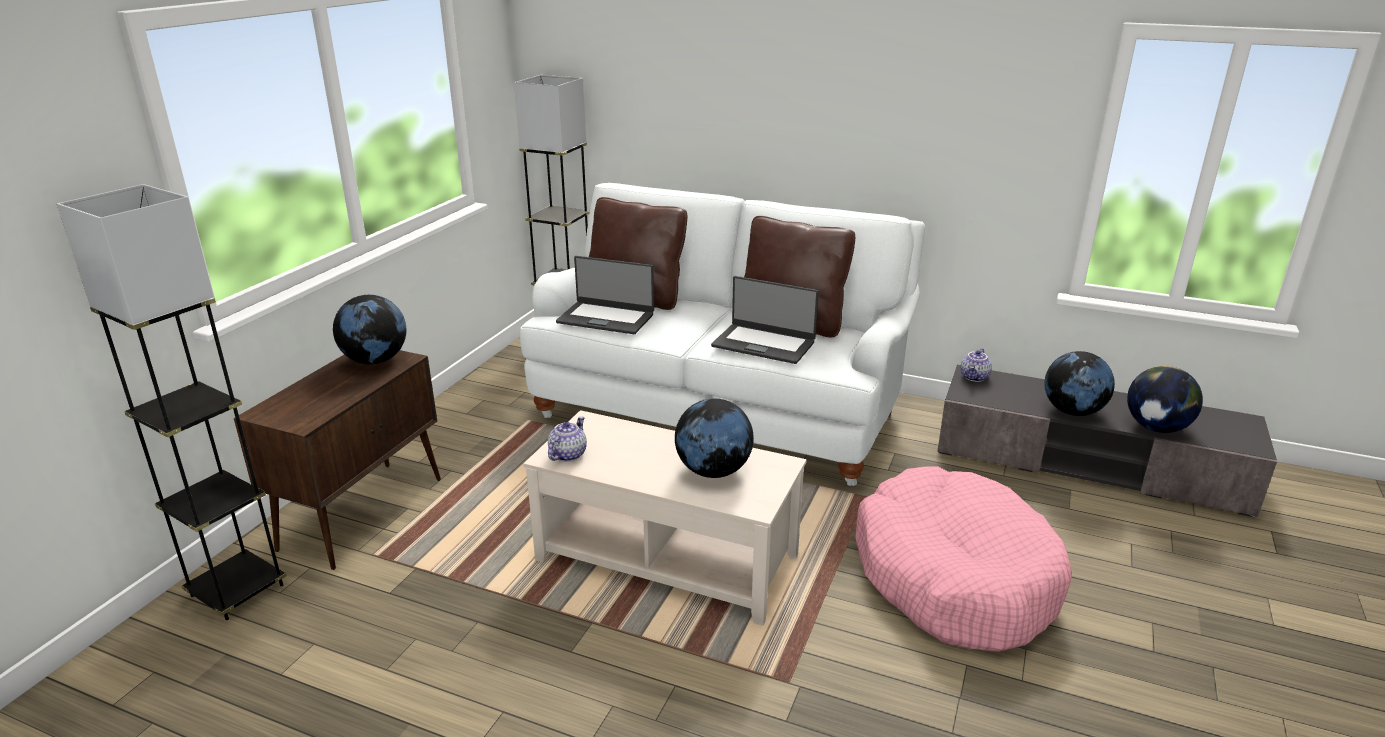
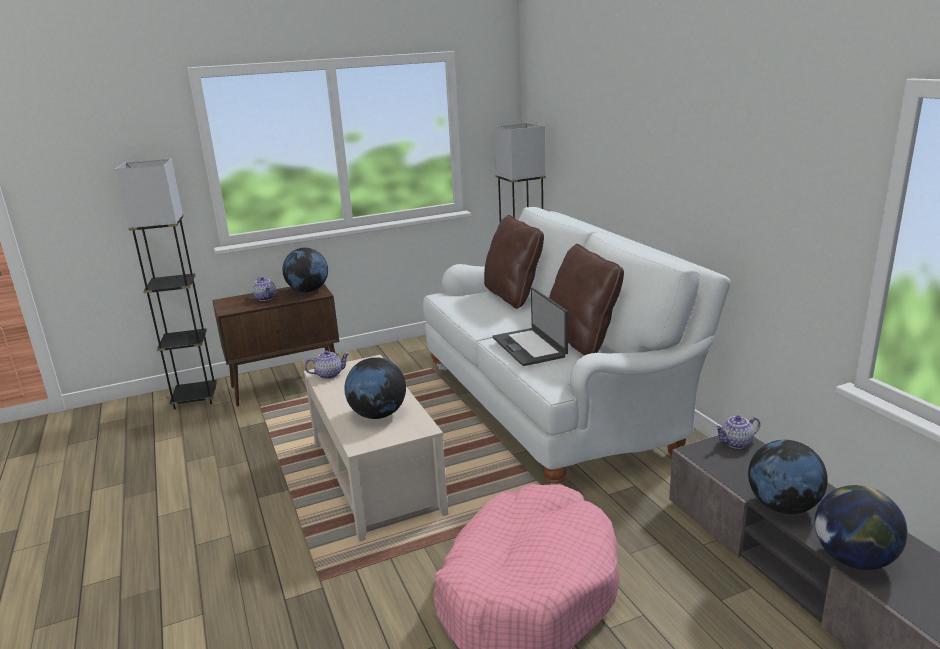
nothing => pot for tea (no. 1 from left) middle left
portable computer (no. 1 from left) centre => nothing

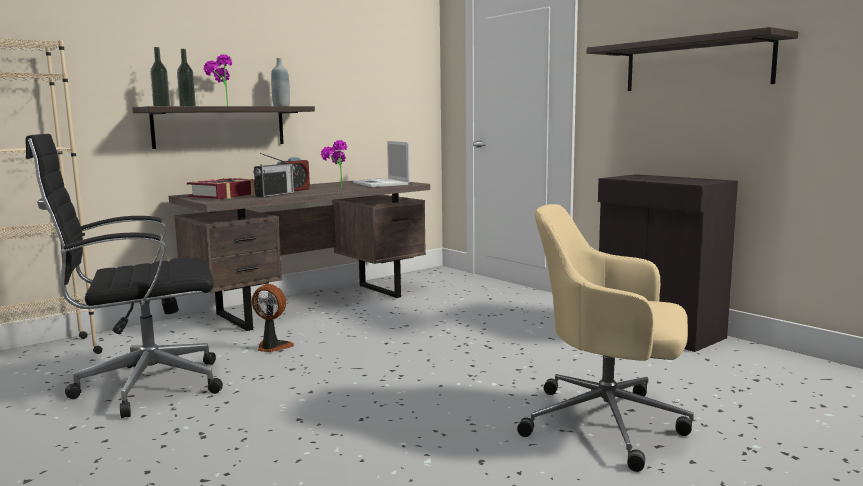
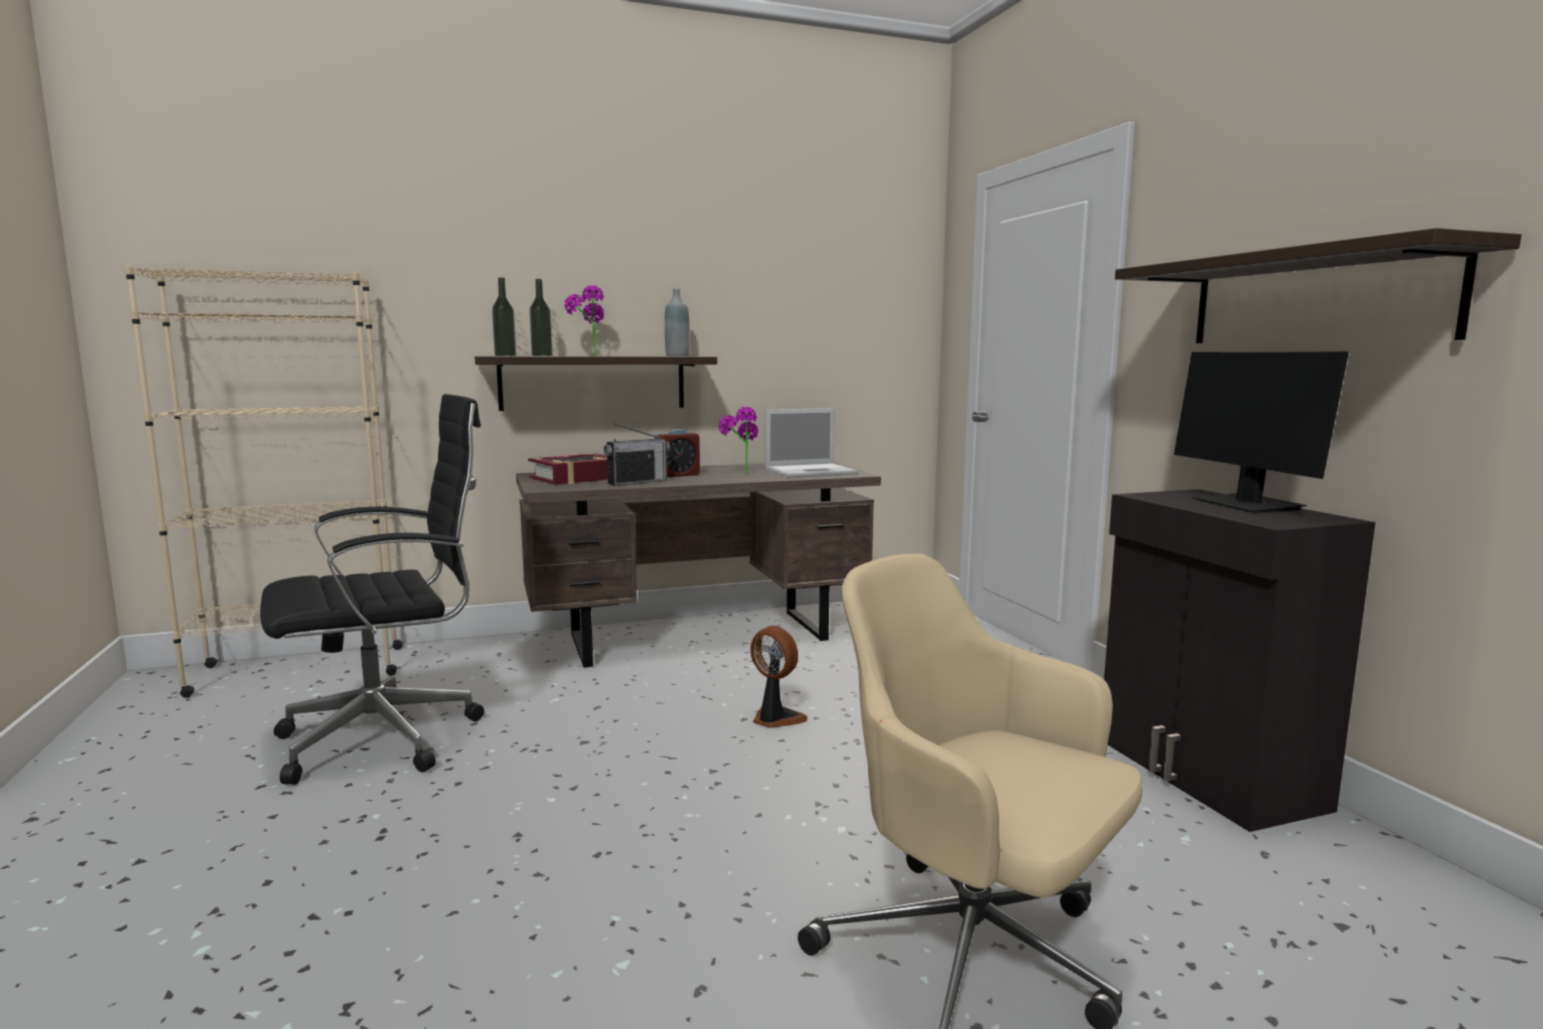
black-coloured computer chair middle left, 150 degrees clockwise
electric fan middle left => electric fan centre, relocated
portable computer centre, 105 degrees counterclockwise
nothing => computer screen middle right

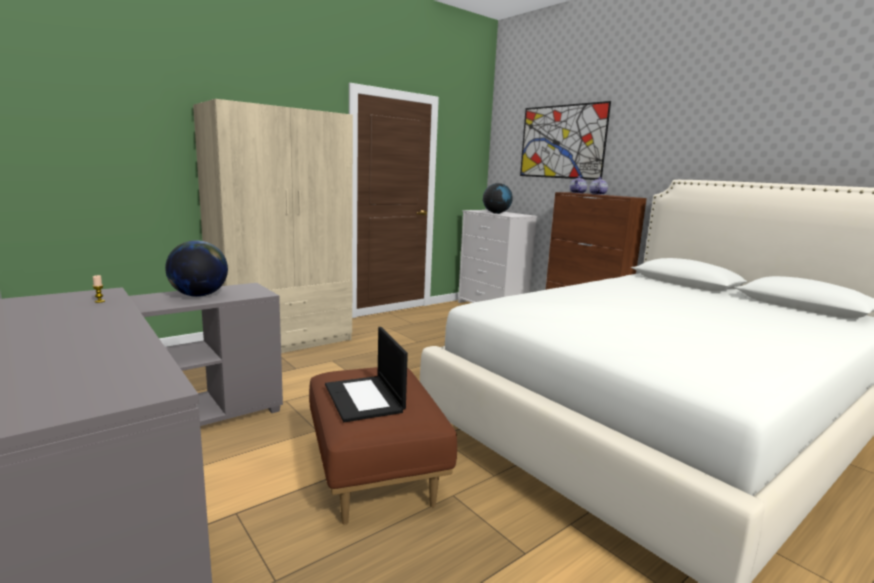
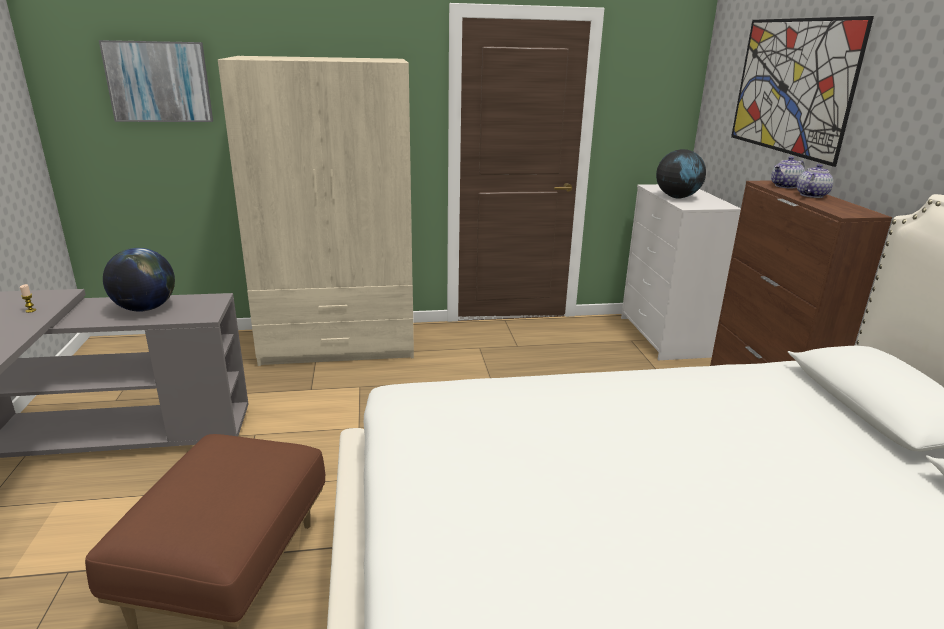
nothing => wall picture (no. 1 from left) top left
portable computer centre => nothing

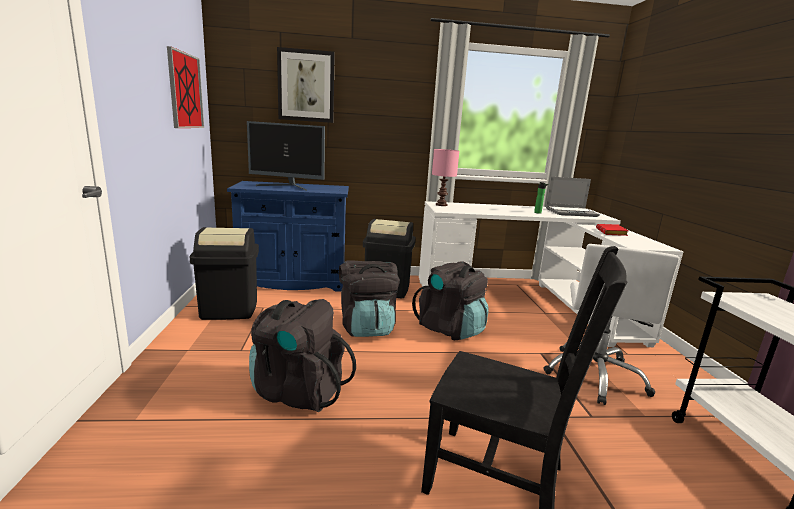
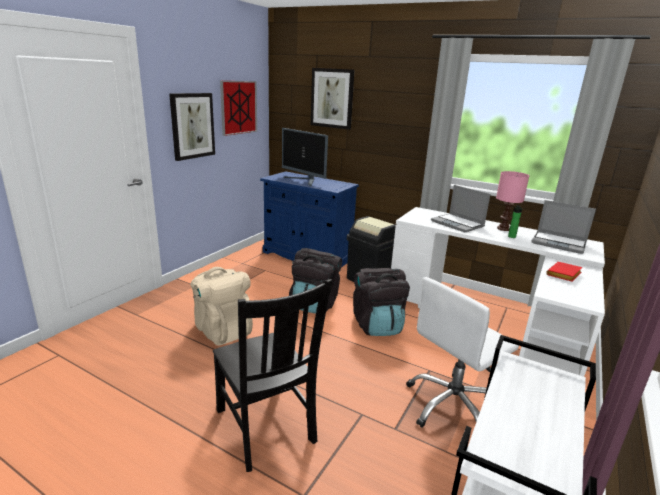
nothing => wall picture (no. 1 from left) top left
black-coloured rucksack (no. 1 from left) bottom centre => beige-coloured rucksack centre
nothing => portable computer (no. 1 from left) middle right
pink-coloured lamp for a table centre => pink-coloured lamp for a table middle right, relocated
black-coloured trash can (no. 1 from left) middle left => nothing

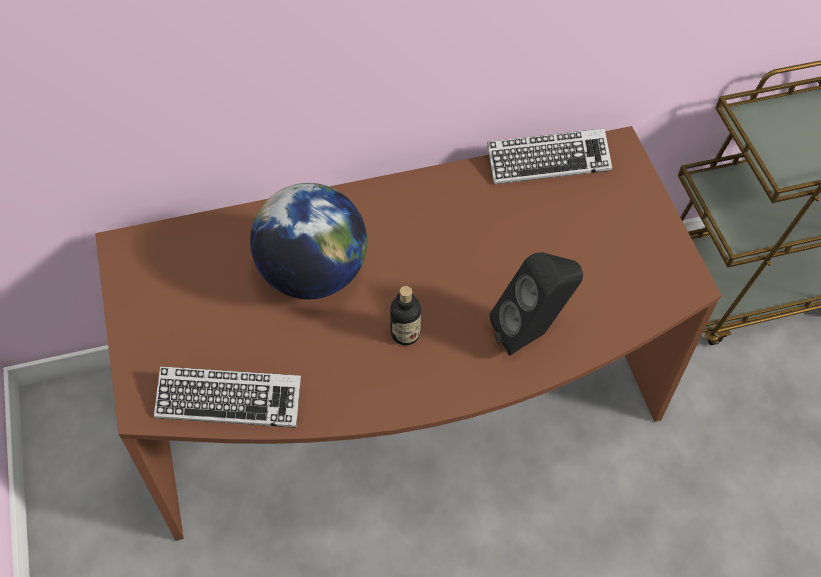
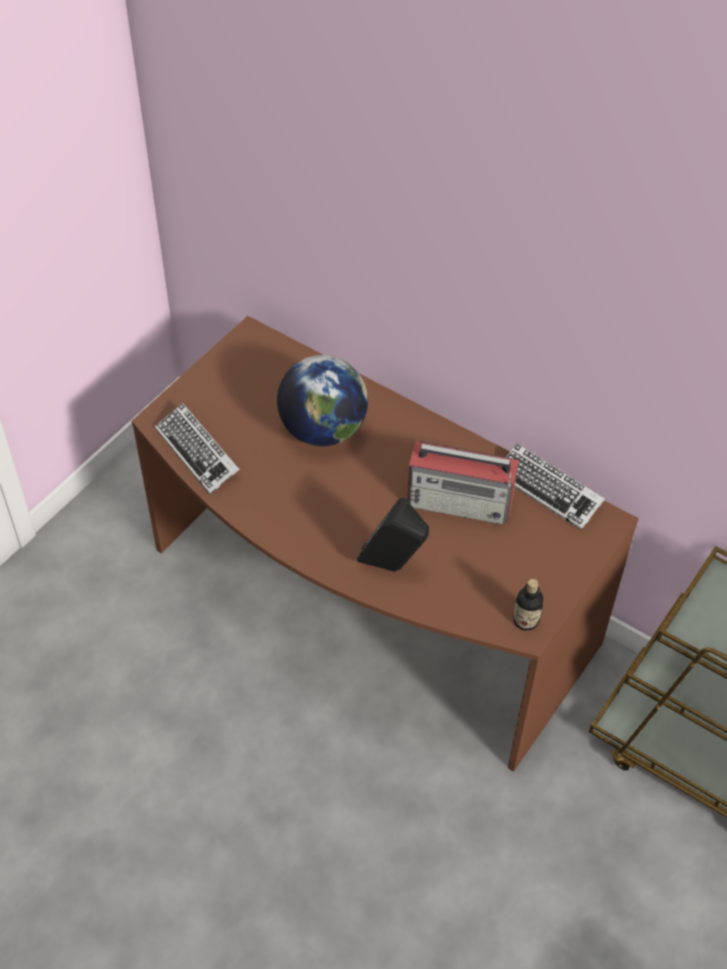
nothing => radio set centre
beverage bottle centre => beverage bottle middle right, relocated

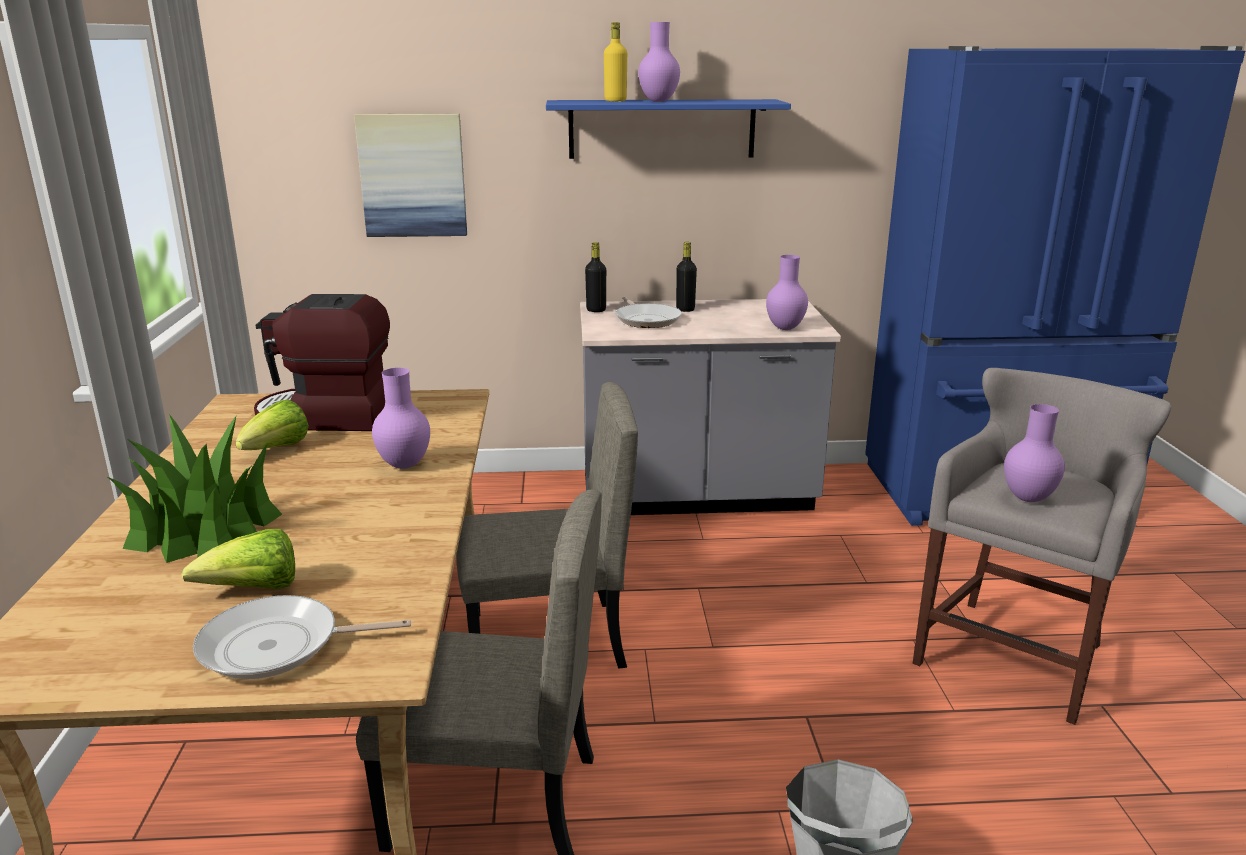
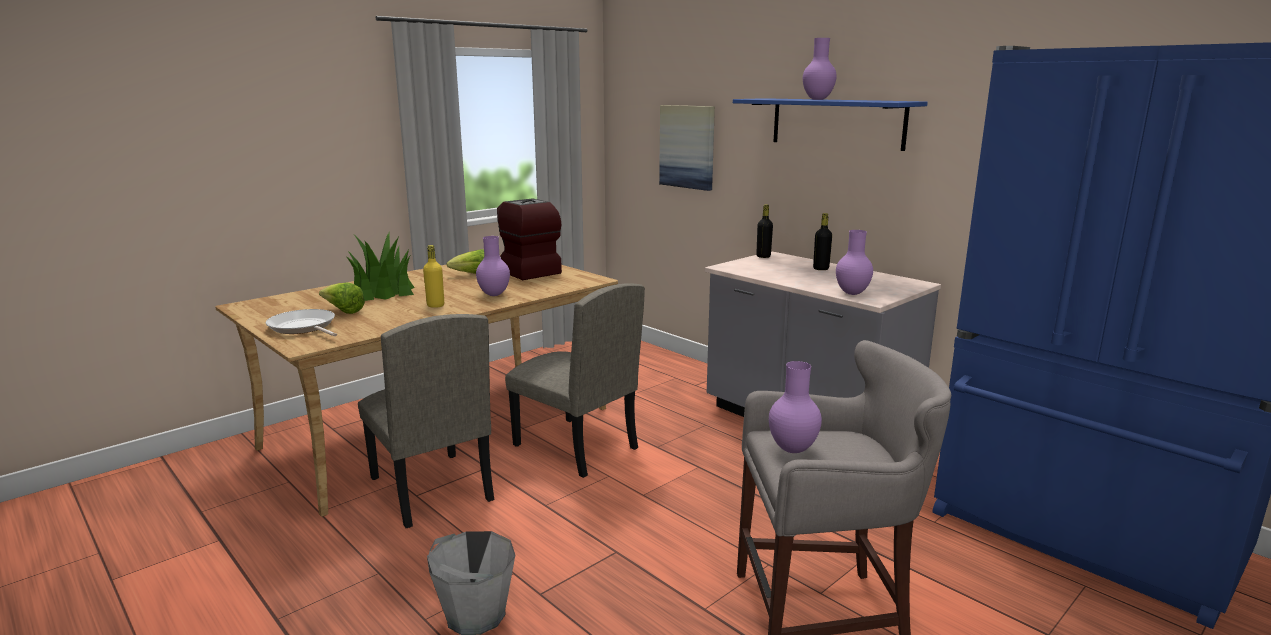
yellow beverage bottle top centre => yellow beverage bottle centre, relocated
frying pan (no. 2 from left) centre => nothing

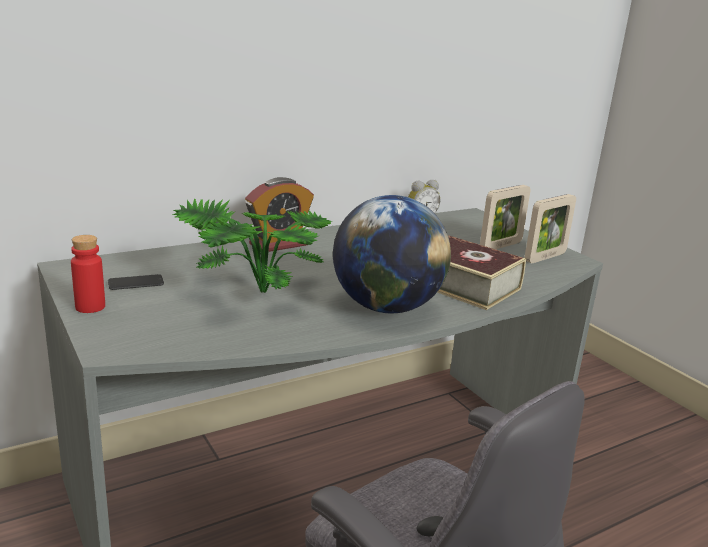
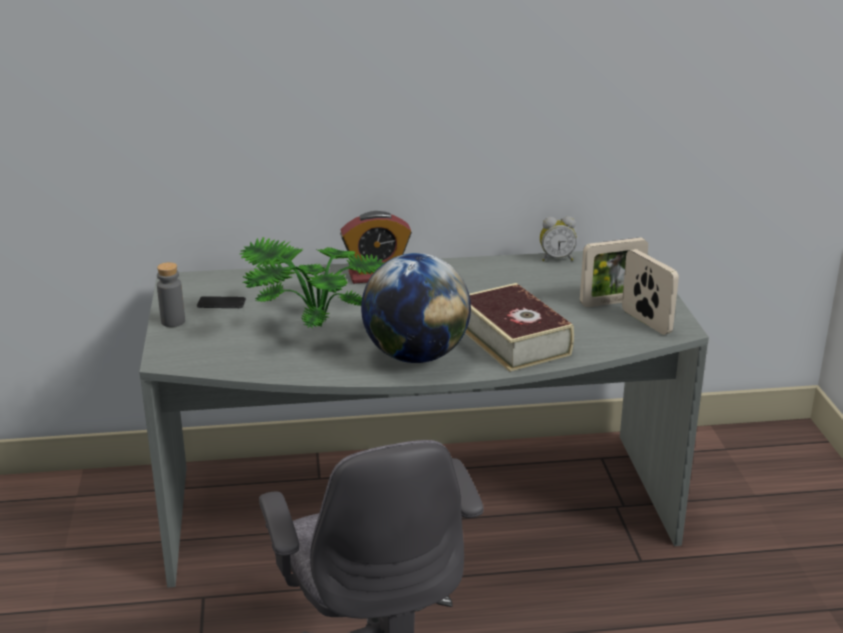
red beverage bottle middle left => gray beverage bottle middle left
standing frame (no. 2 from left) middle right, 105 degrees counterclockwise

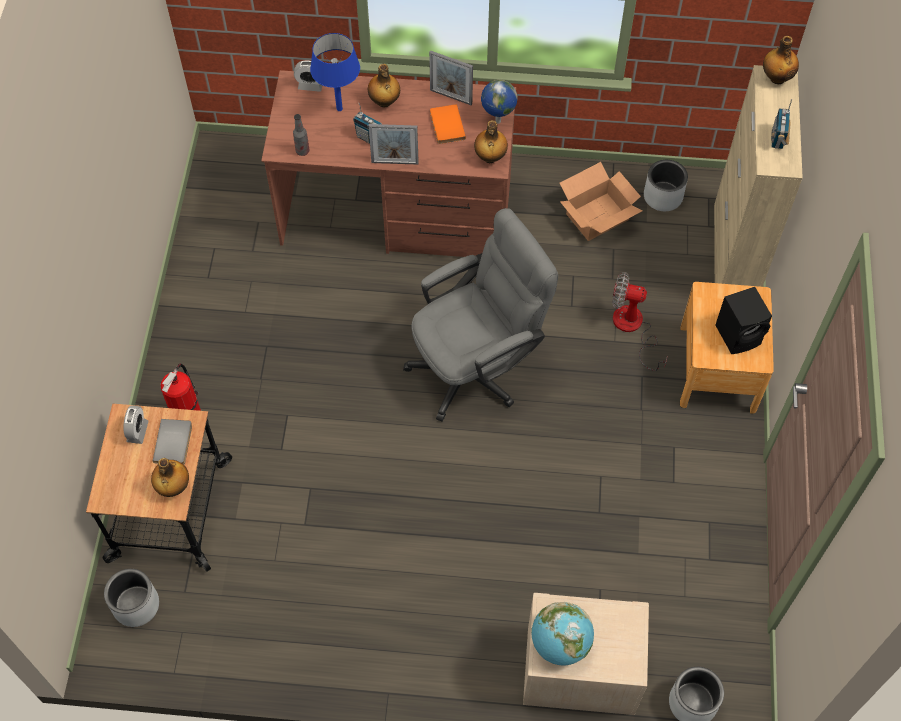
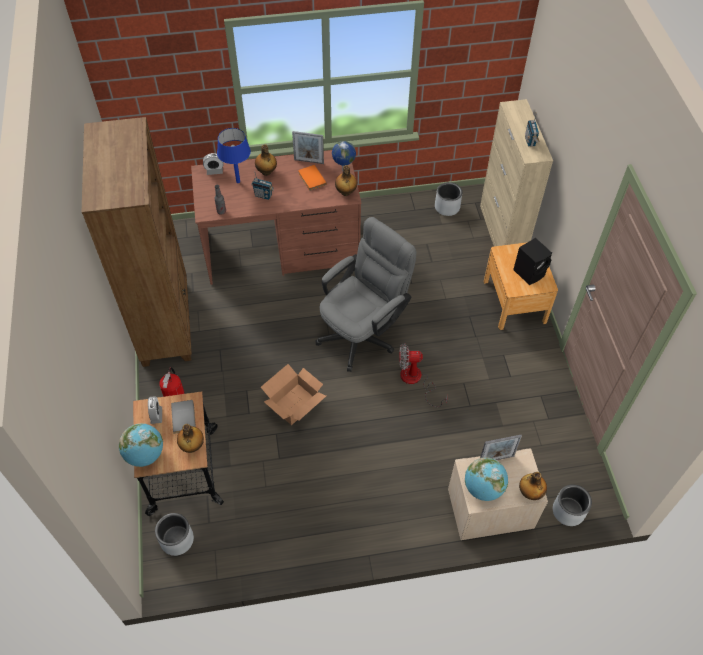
nothing => brownish bookshelf middle left
nothing => world globe (no. 1 from left) bottom left
packing box top right => packing box centre, relocated
electric fan middle right => electric fan centre, relocated
standing frame (no. 1 from left in the first image) top centre => standing frame (no. 2 from left) bottom right, relocated
beverage bottle (no. 5 from left) top right => beverage bottle (no. 5 from left) bottom right, relocated

